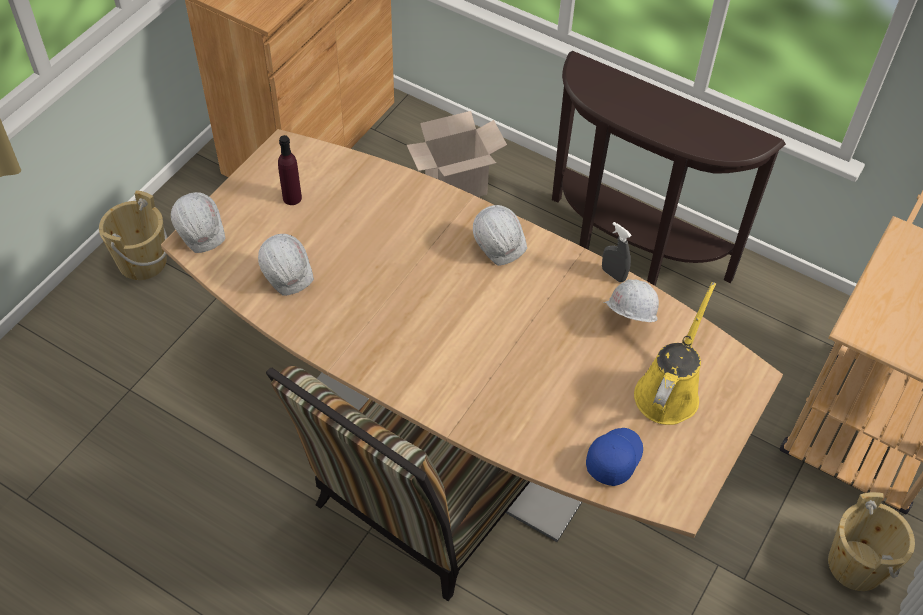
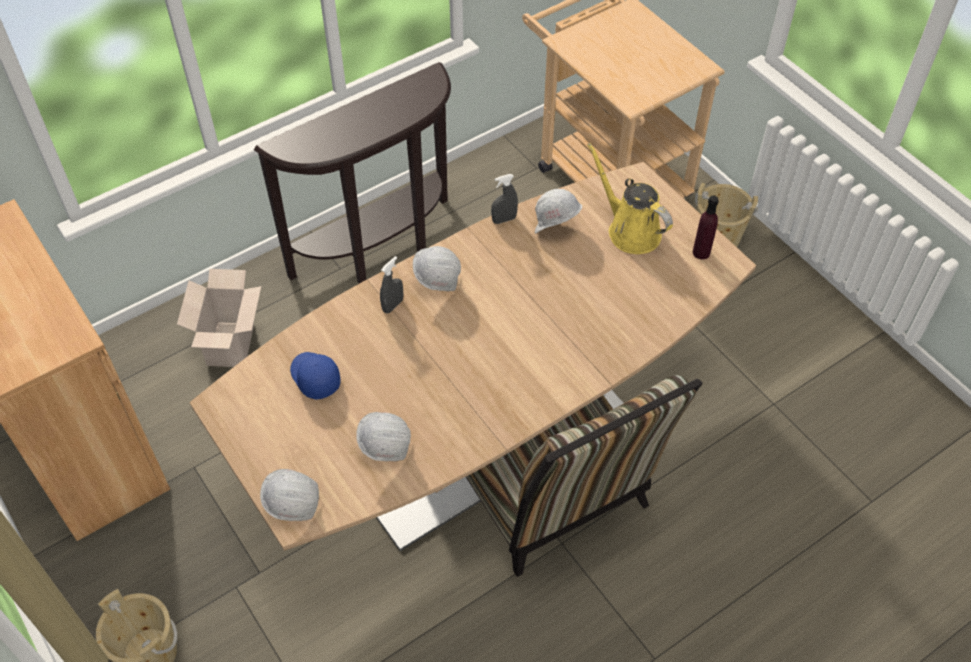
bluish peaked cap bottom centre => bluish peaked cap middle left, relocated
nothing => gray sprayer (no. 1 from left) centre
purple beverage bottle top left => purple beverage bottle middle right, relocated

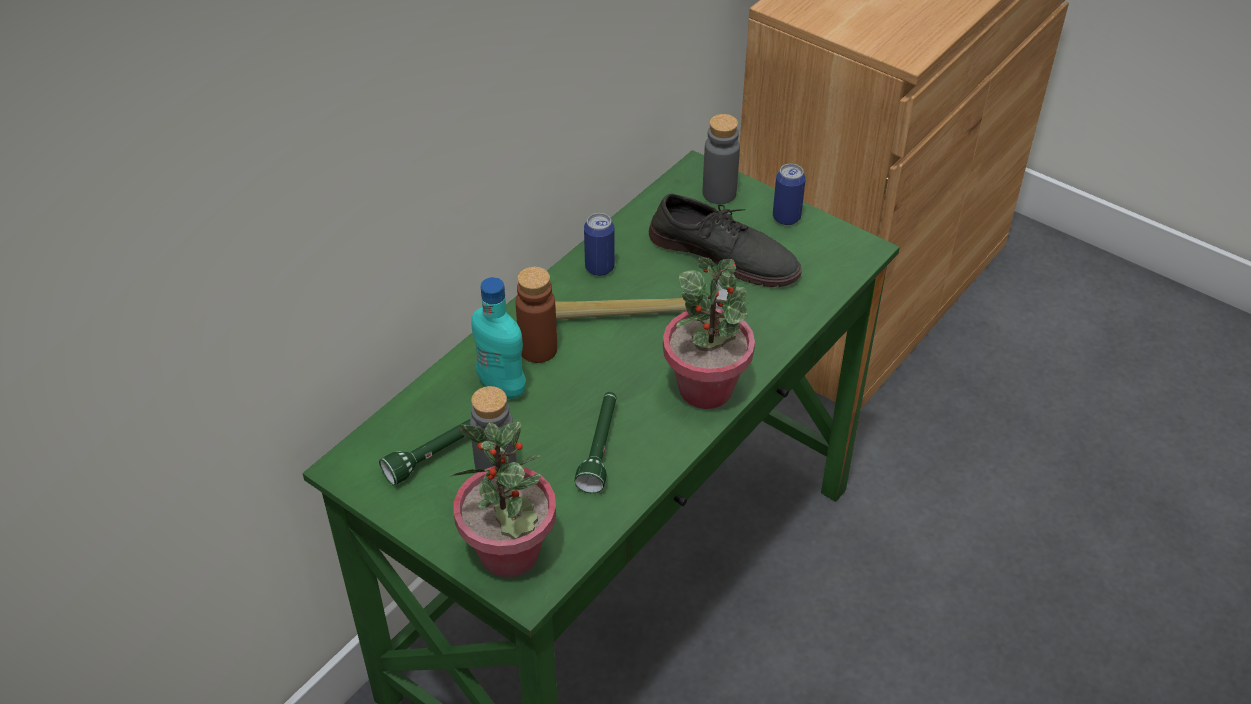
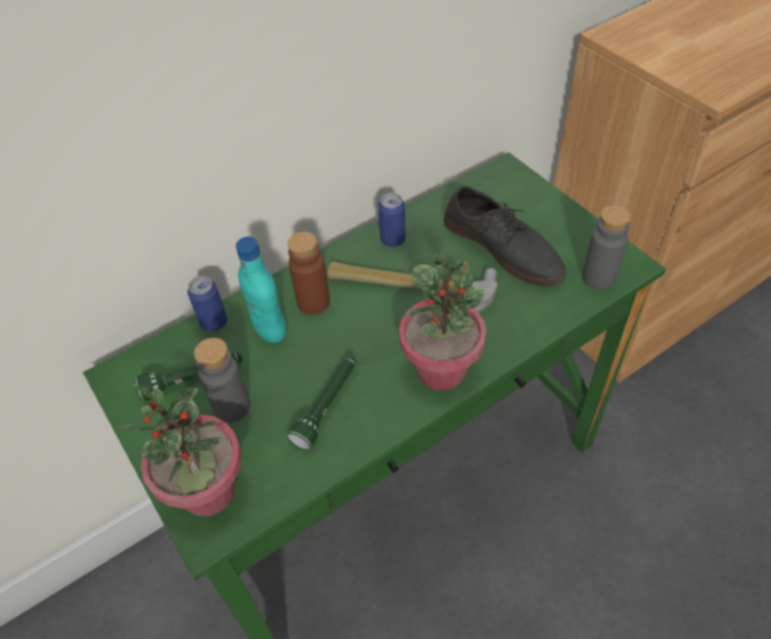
sealed can (no. 2 from left in the first image) top centre => sealed can (no. 1 from left) middle left, relocated
gray beverage bottle (no. 2 from left) top centre => gray beverage bottle (no. 2 from left) middle right, relocated

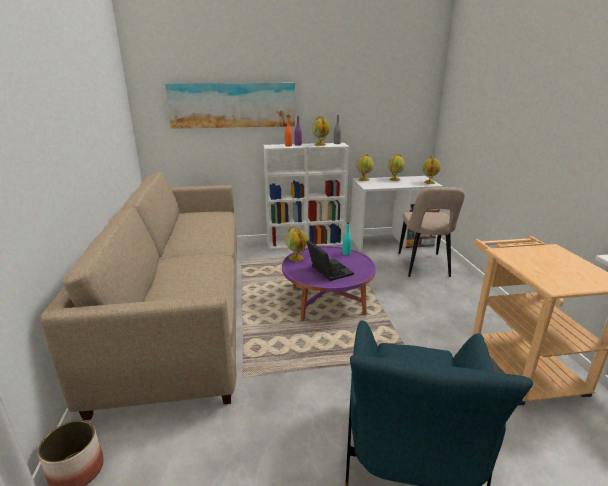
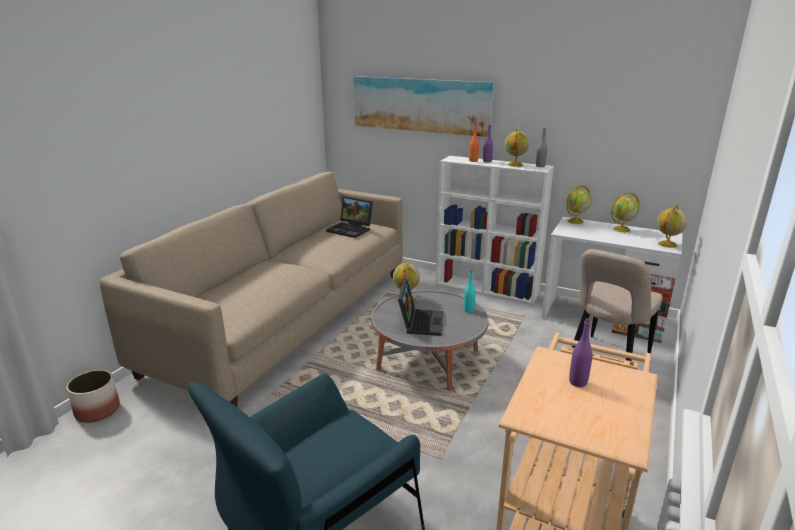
nothing => portable computer (no. 1 from left) centre
purple lounge table centre => gray lounge table centre
nothing => purple beverage bottle (no. 2 from left) middle right

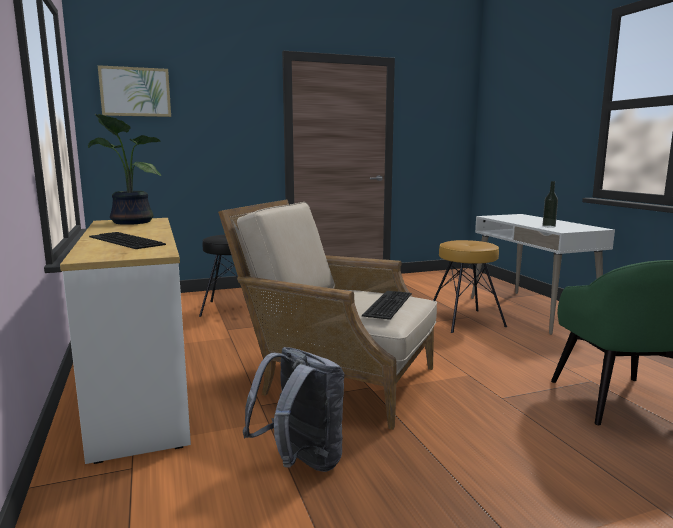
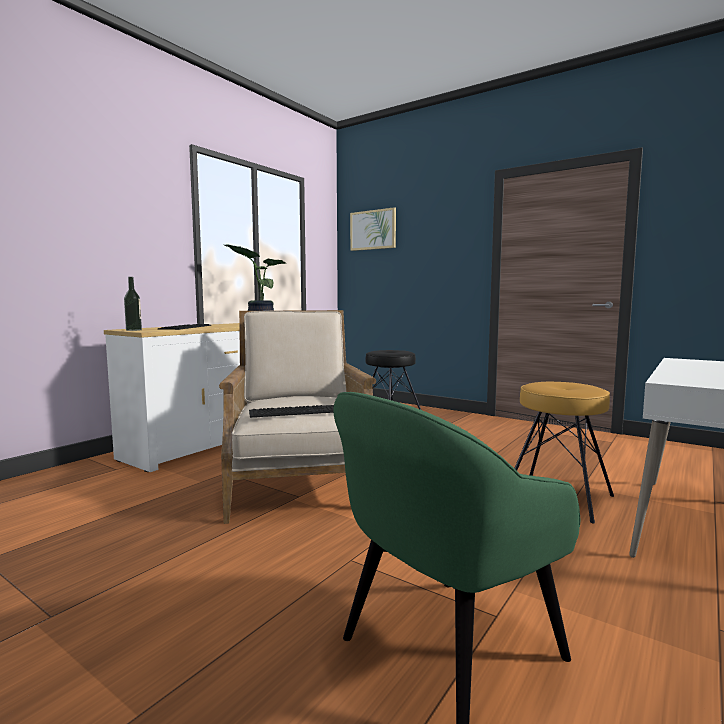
beverage bottle middle right => beverage bottle middle left, relocated
gray rucksack bottom centre => nothing

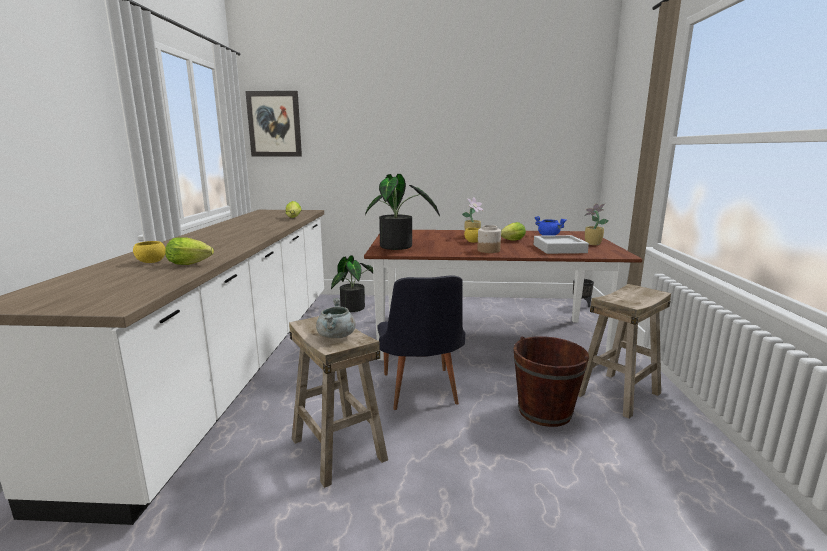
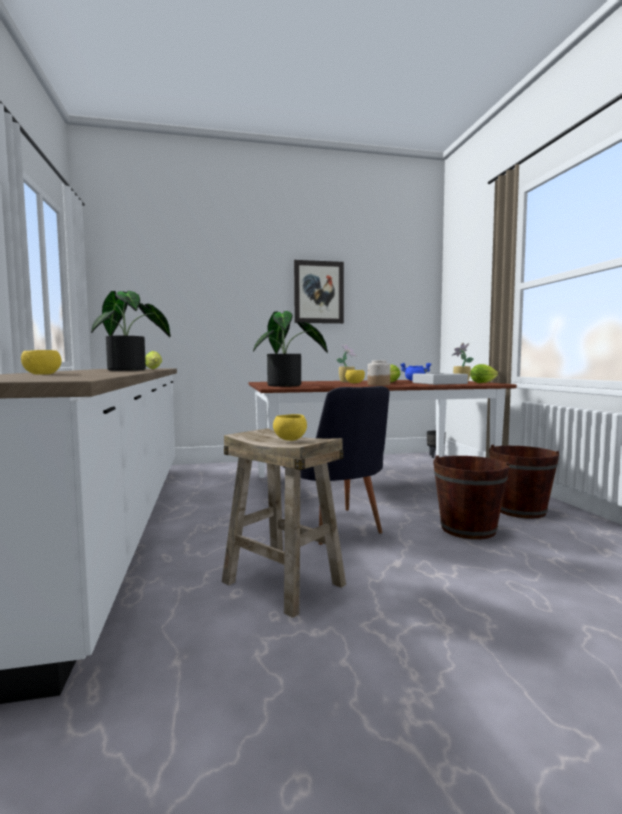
potted plant (no. 1 from left) centre => potted plant (no. 1 from left) middle left, relocated
gray stockpot centre => yellow bowl (no. 2 from left) centre
wall picture top left => wall picture centre, relocated
lettuce (no. 1 from left in the first image) middle left => lettuce (no. 3 from left) middle right, relocated
beige-coloured sitting stool (no. 2 from left) middle right => brownish pail (no. 2 from left) middle right

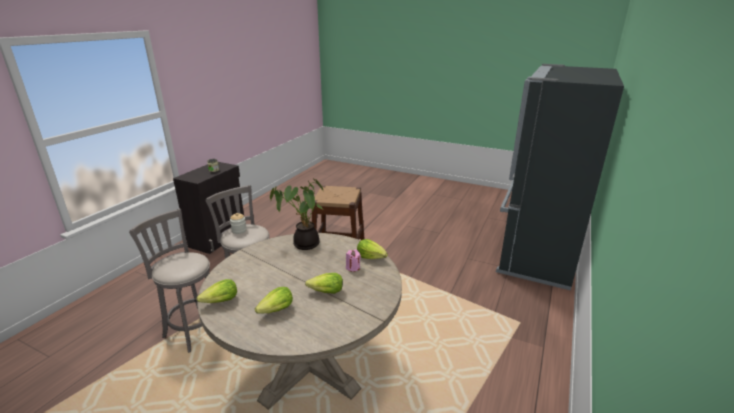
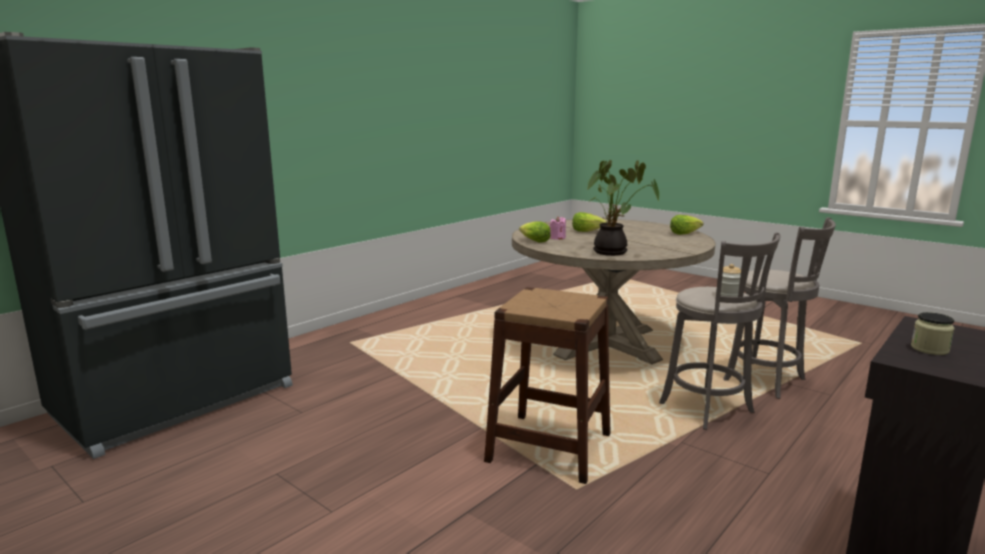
lettuce (no. 2 from left) bottom centre => nothing

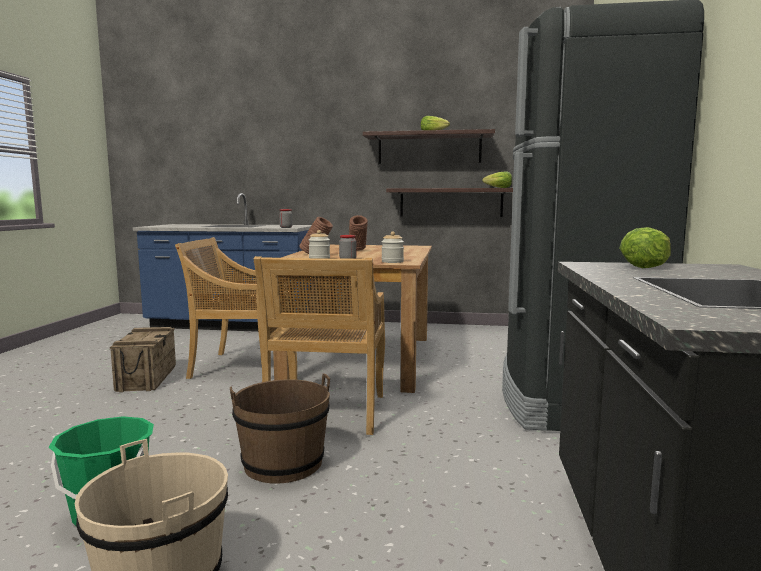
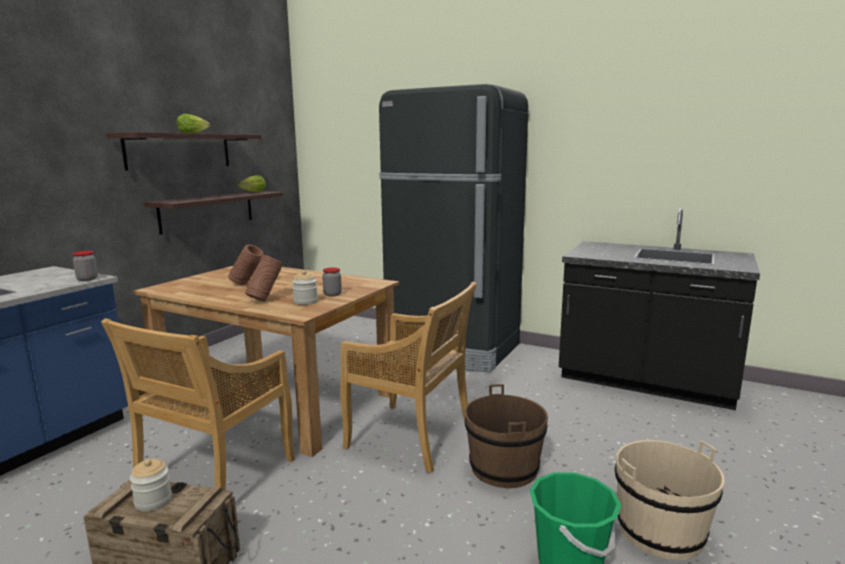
preserve jar (no. 4 from left in the first image) centre => preserve jar (no. 2 from left) bottom left, relocated
lettuce (no. 3 from left) middle right => nothing

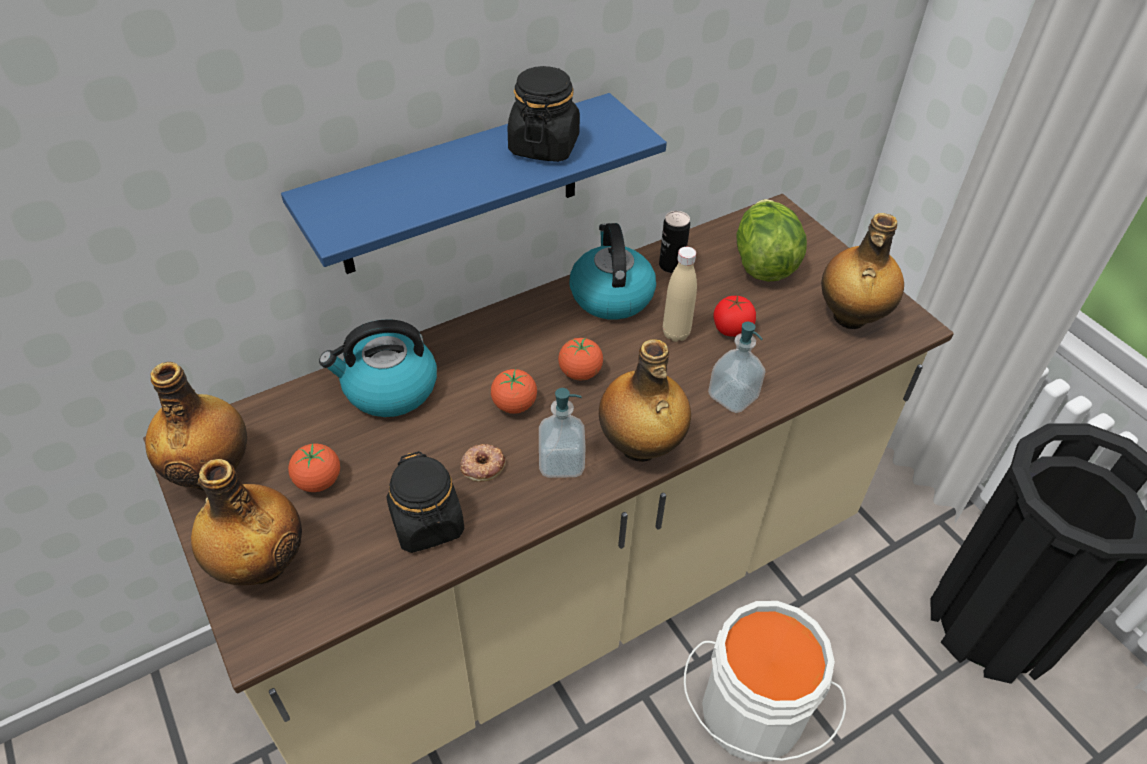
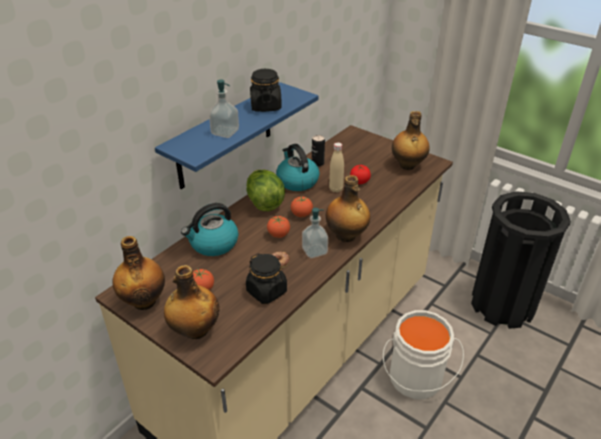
soap dispenser (no. 2 from left in the first image) centre => soap dispenser (no. 1 from left) top centre, relocated
lettuce top right => lettuce centre, relocated

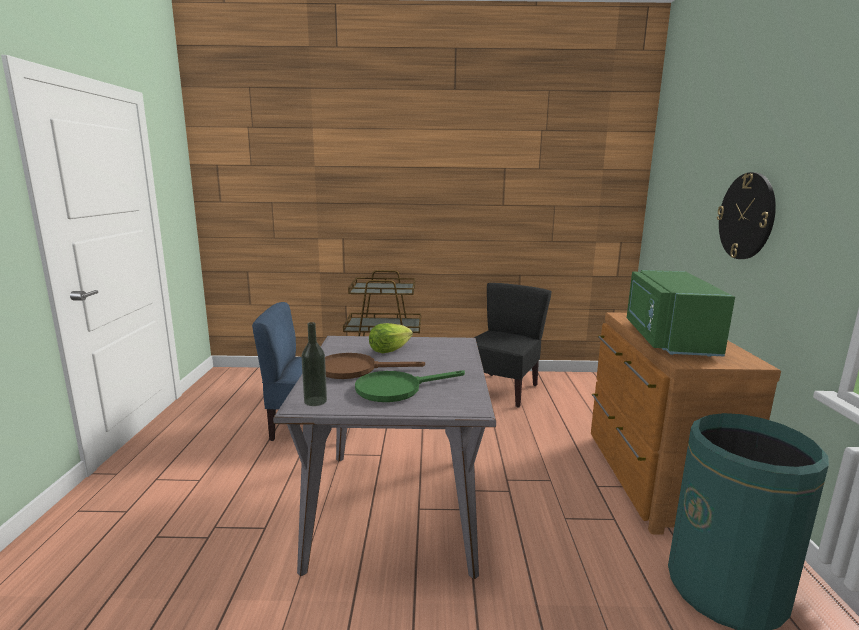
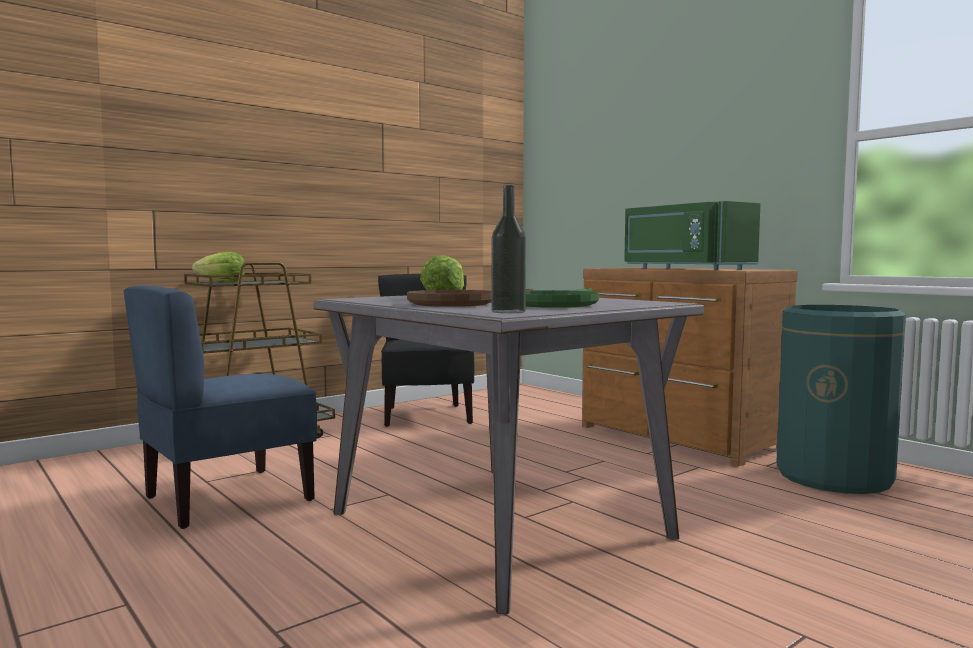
nothing => lettuce (no. 1 from left) middle left
wall clock middle right => nothing

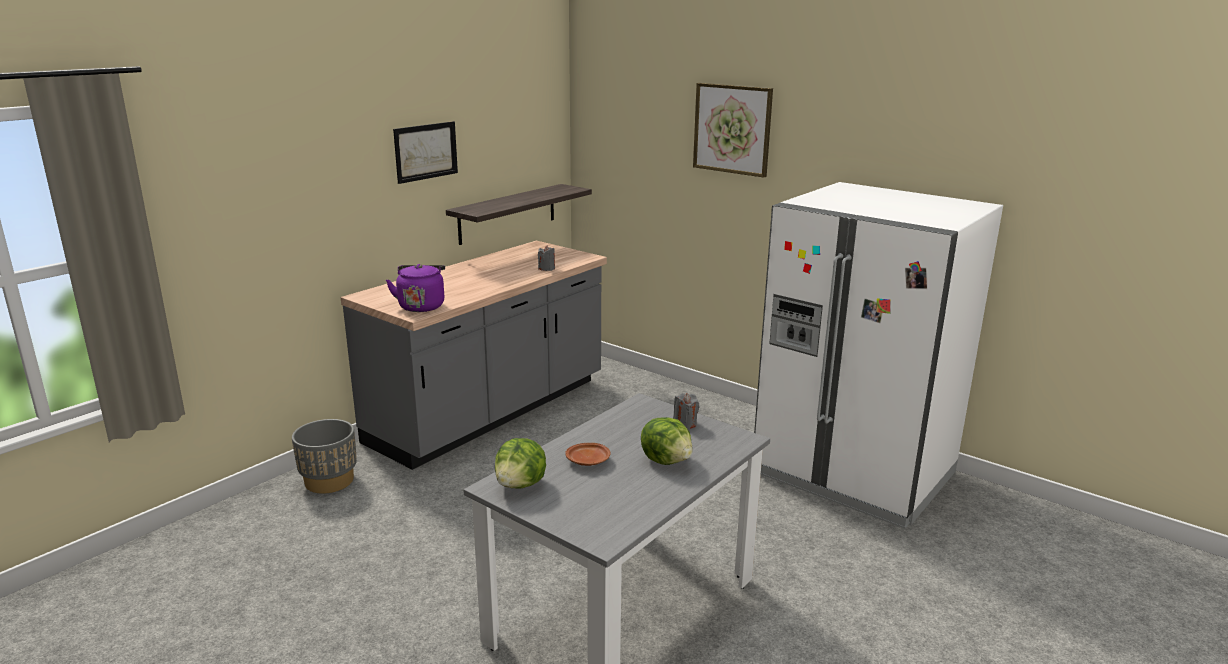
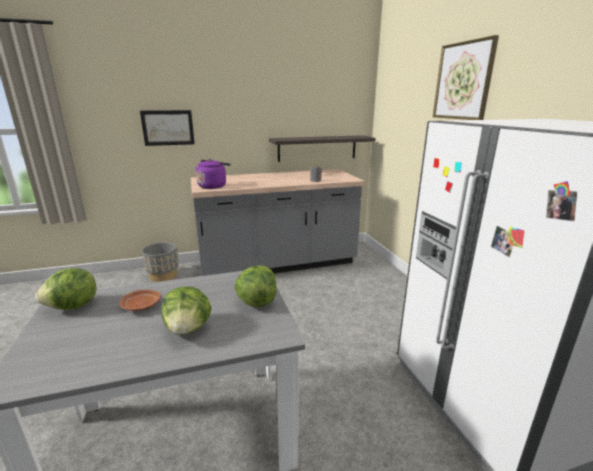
wall picture (no. 1 from left) top centre => wall picture (no. 1 from left) top left, relocated
gray wax candle (no. 2 from left) centre => lettuce (no. 3 from left) centre

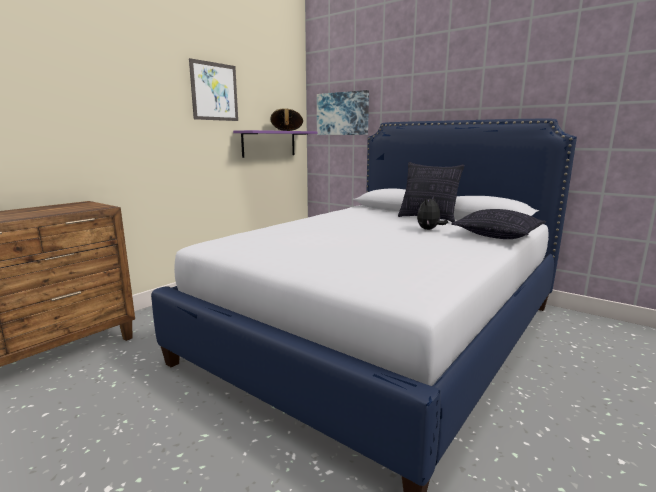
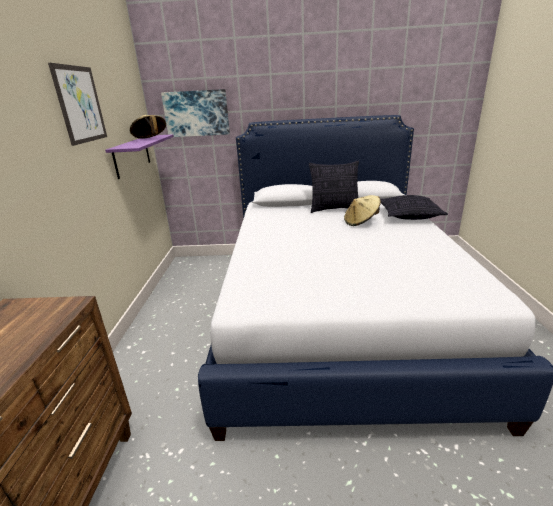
plush toy centre => beige-coloured wearable hat (no. 2 from left) centre

